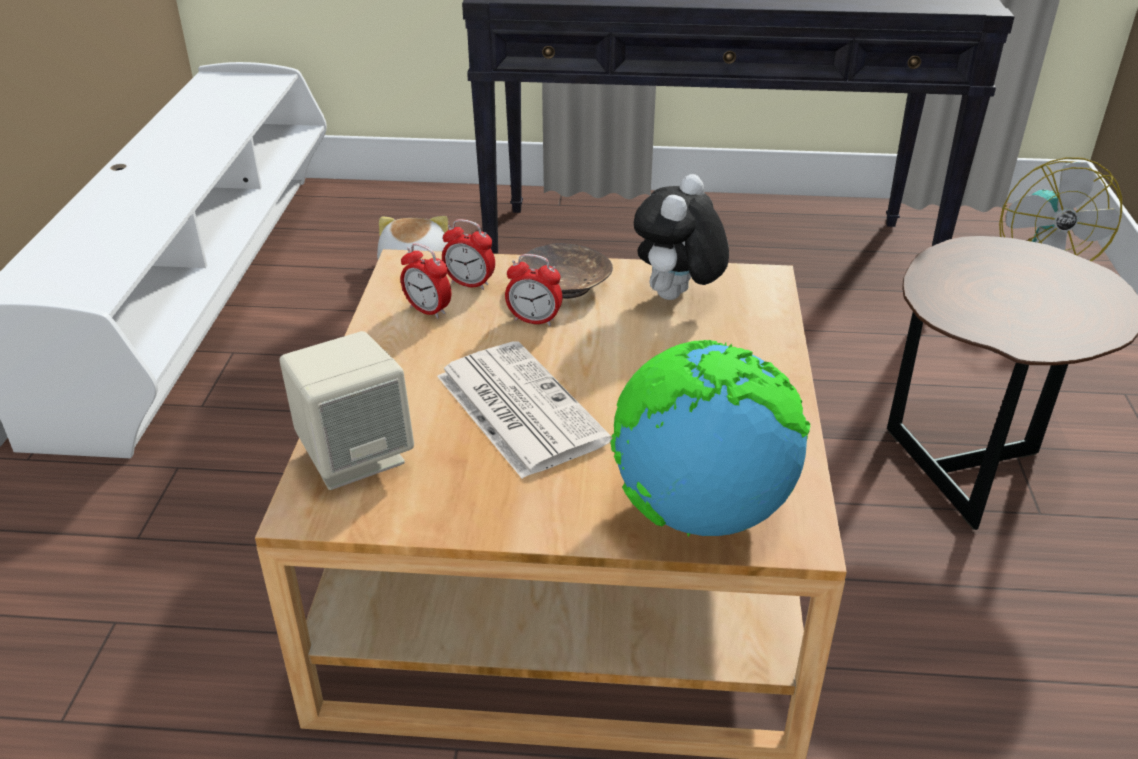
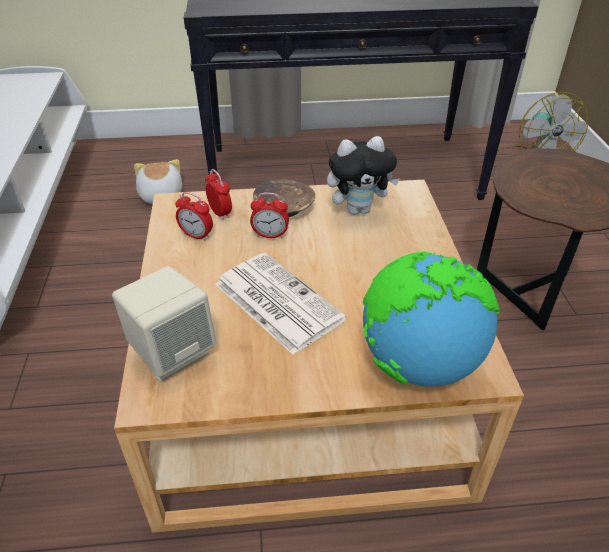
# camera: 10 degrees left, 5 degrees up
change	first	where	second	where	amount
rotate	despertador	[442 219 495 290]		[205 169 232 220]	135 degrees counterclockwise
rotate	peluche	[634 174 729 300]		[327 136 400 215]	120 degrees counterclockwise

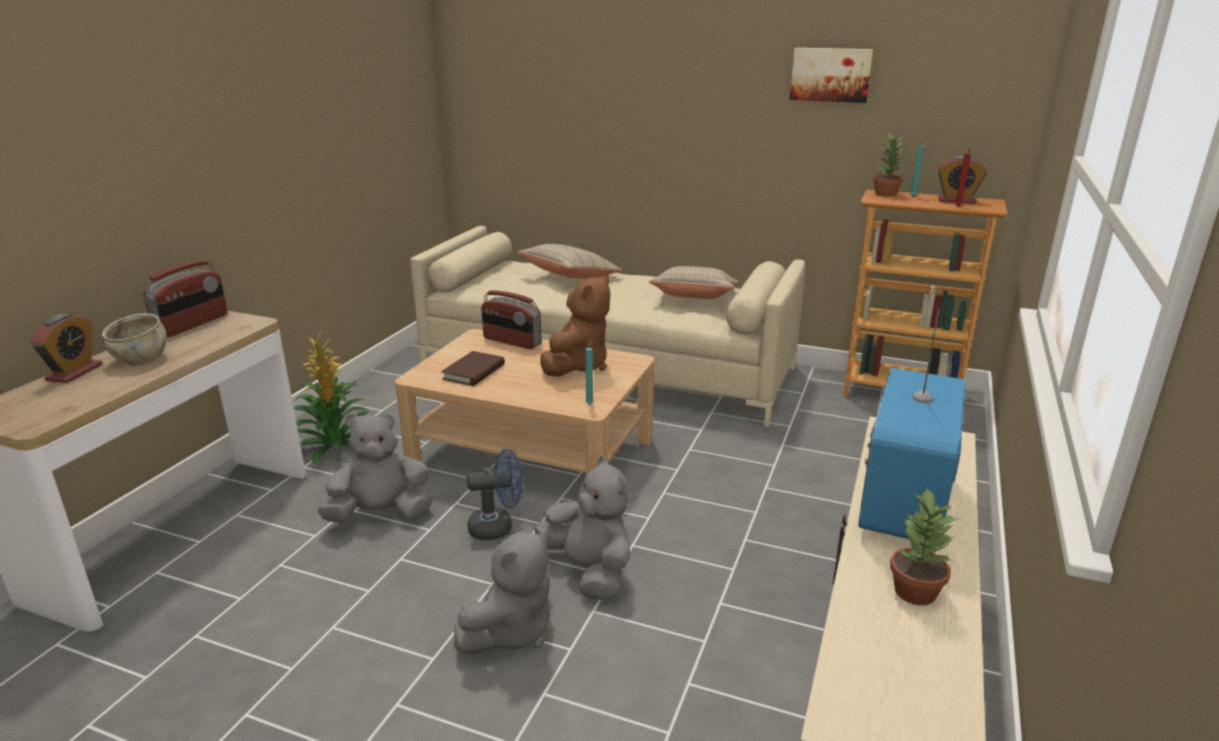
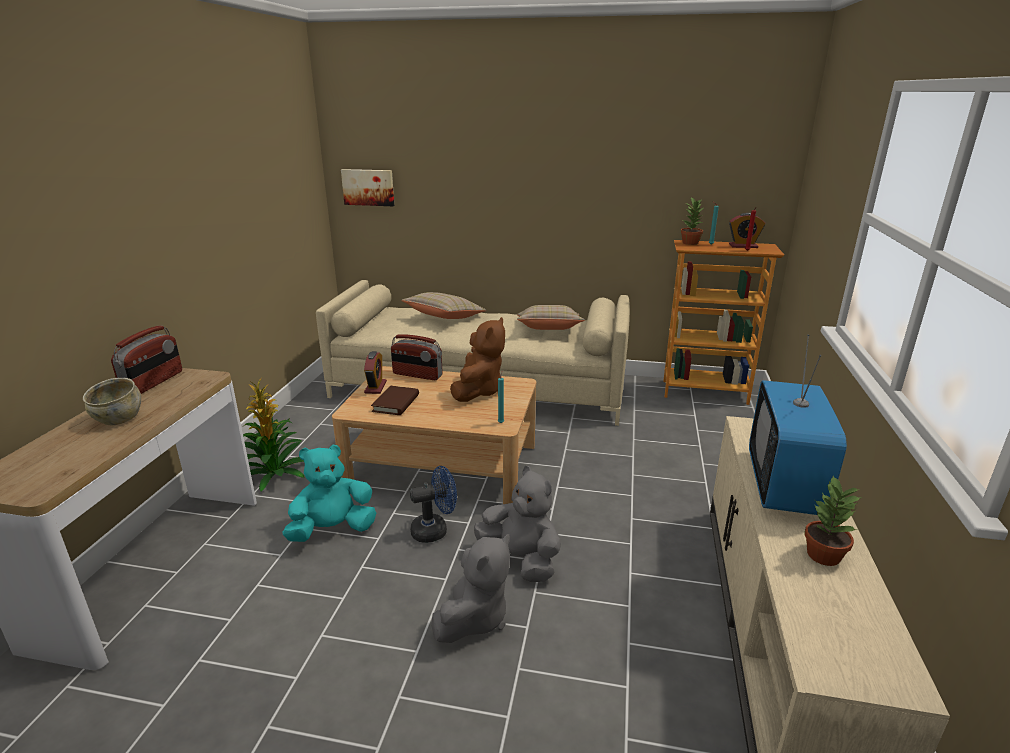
# camera: 10 degrees left, 0 degrees up
change	first	where	second	where	amount
move	despertador	[31 314 103 383]		[364 351 387 394]	
move	cuadro	[790 48 873 103]		[341 169 394 206]	
recolor	peluche (gris)	[318 412 433 523]	peluche (turquesa)	[283 444 376 542]	

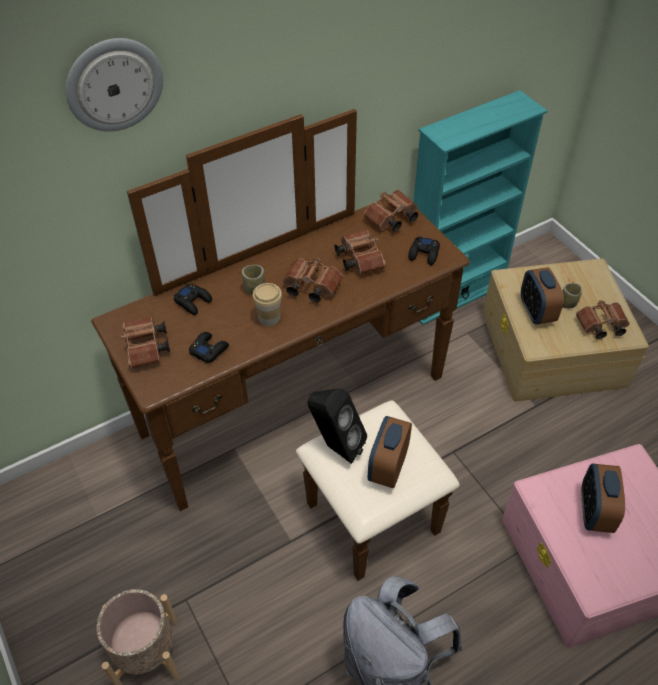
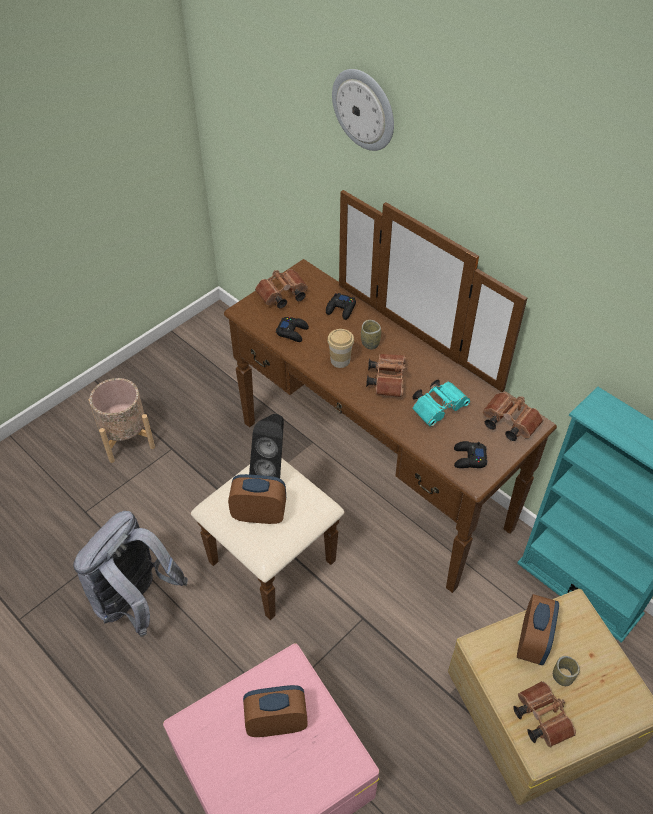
# camera: 75 degrees right, 0 degrees up
change	first	where	second	where	amount
recolor	prismáticos (marrón)	[335 229 386 274]	prismáticos (turquesa)	[412 379 470 426]	
rotate	despertador	[521 267 564 325]		[517 594 559 665]	135 degrees clockwise

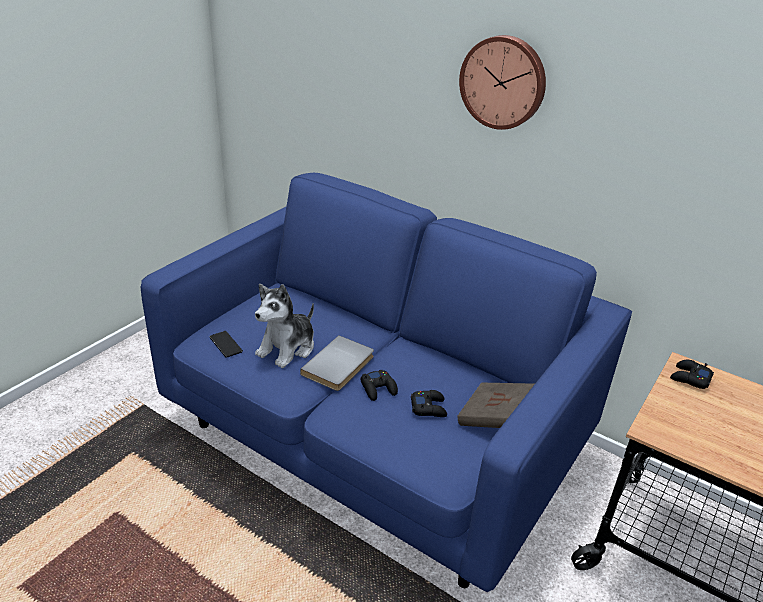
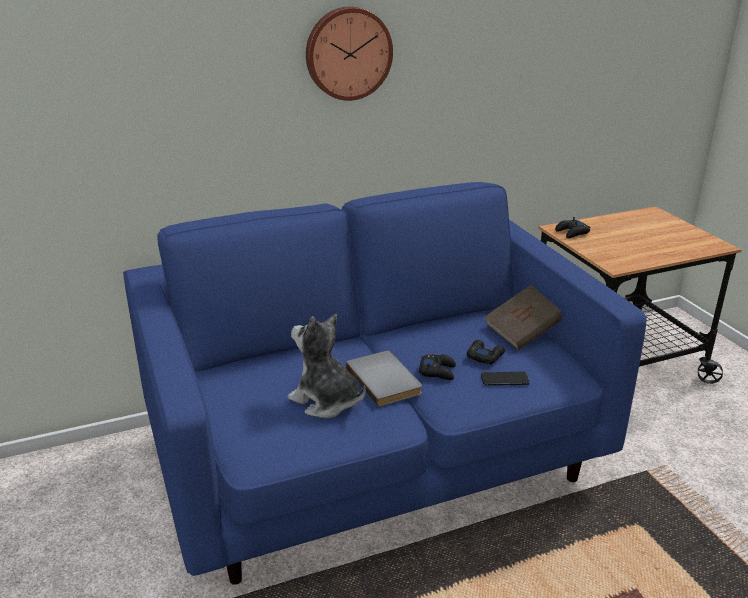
# camera: 55 degrees left, 5 degrees down
change	first	where	second	where	amount
move	móvil	[210 331 243 358]		[481 372 530 386]	
rotate	peluche	[255 284 314 368]		[287 314 366 418]	150 degrees clockwise

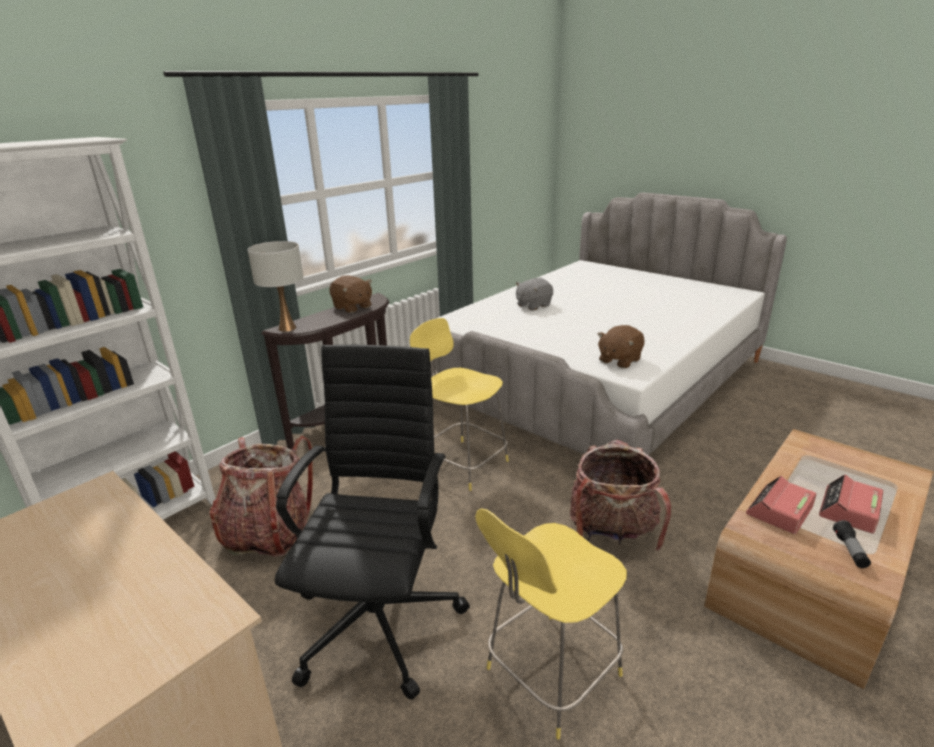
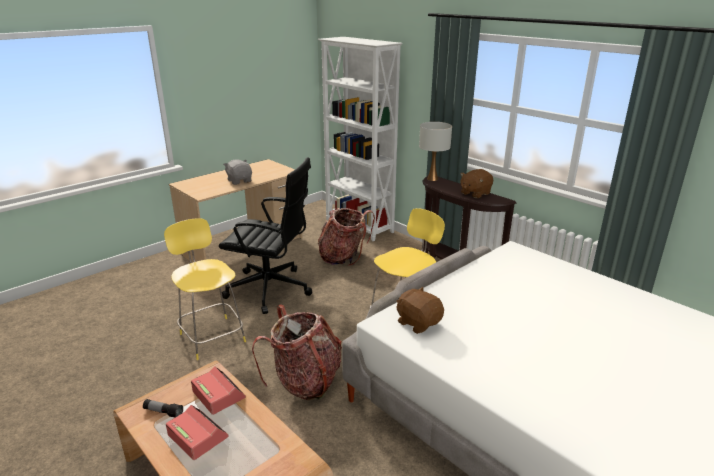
# camera: 95 degrees right, 0 degrees up
change	first	where	second	where	amount
move	peluche (gris)	[516 278 553 310]		[223 159 252 185]	

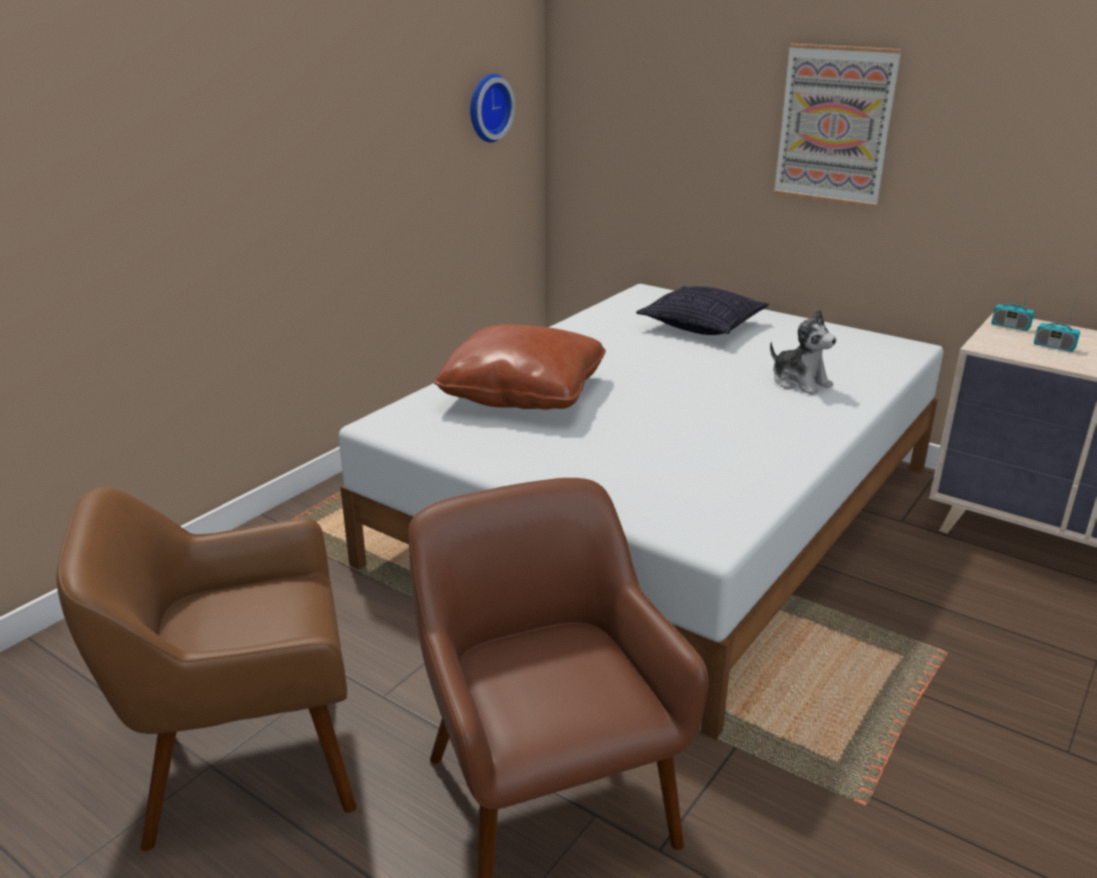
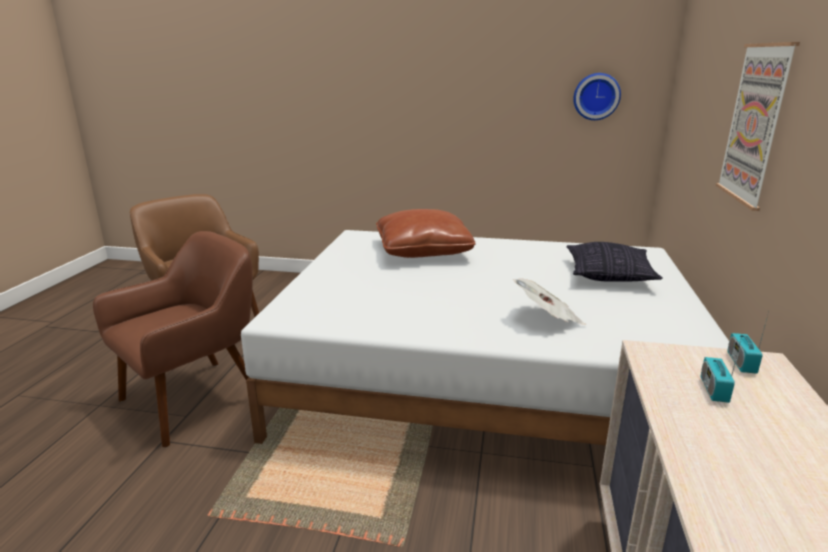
# camera: 65 degrees right, 5 degrees down
change	first	where	second	where	amount
replace	peluche	[770 309 837 395]	periódico	[512 278 586 325]	

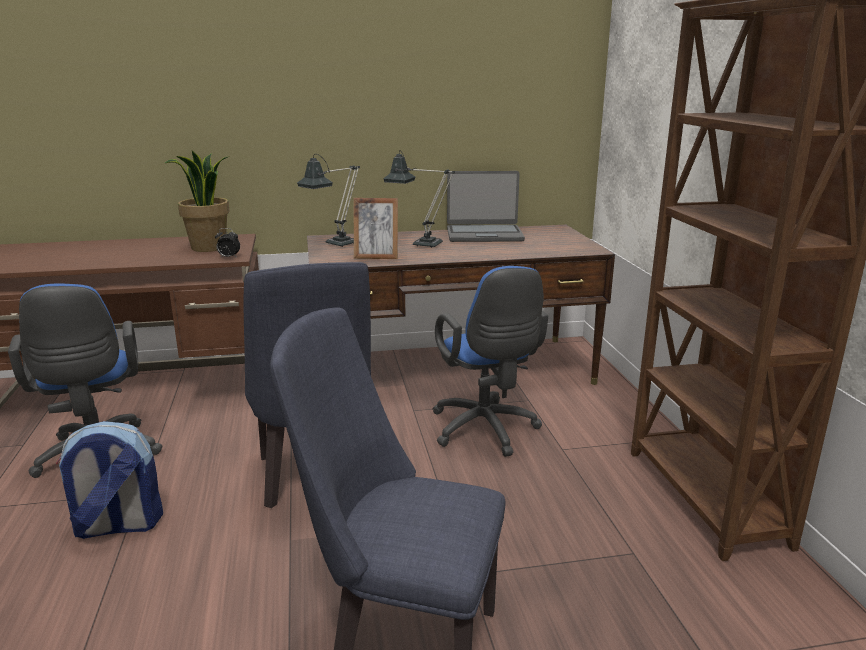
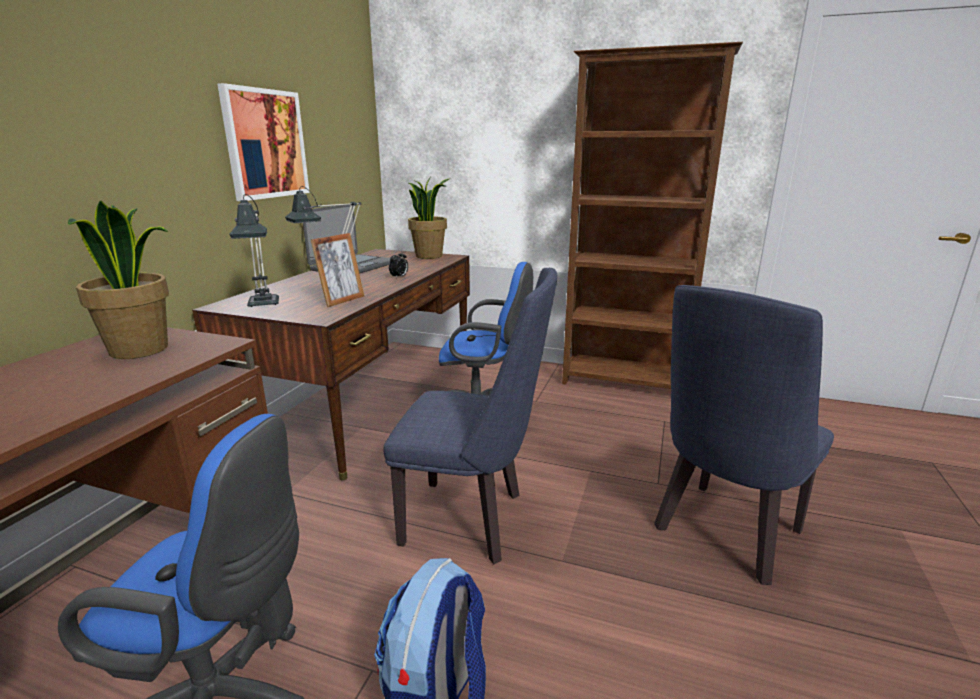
# camera: 60 degrees left, 0 degrees up
change	first	where	second	where	amount
insert			cuadro	[217 83 310 201]	
insert			planta en maceta	[408 178 451 259]	
move	despertador	[215 228 240 258]		[389 250 408 278]	

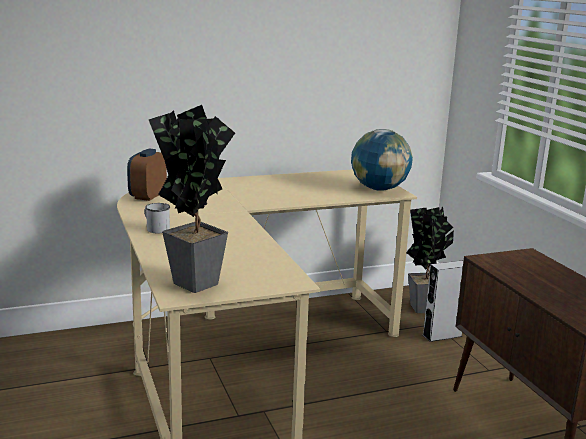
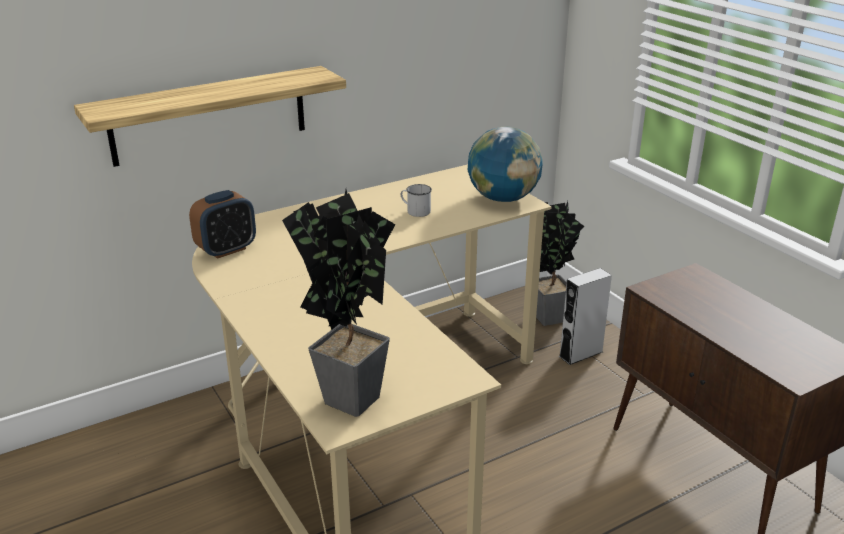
# camera: 10 degrees left, 10 degrees up
change	first	where	second	where	amount
insert			estante	[74 66 346 167]	
move	taza grande (blanco)	[144 203 170 233]		[401 184 432 217]	
rotate	despertador	[127 149 167 201]		[189 190 256 259]	135 degrees counterclockwise

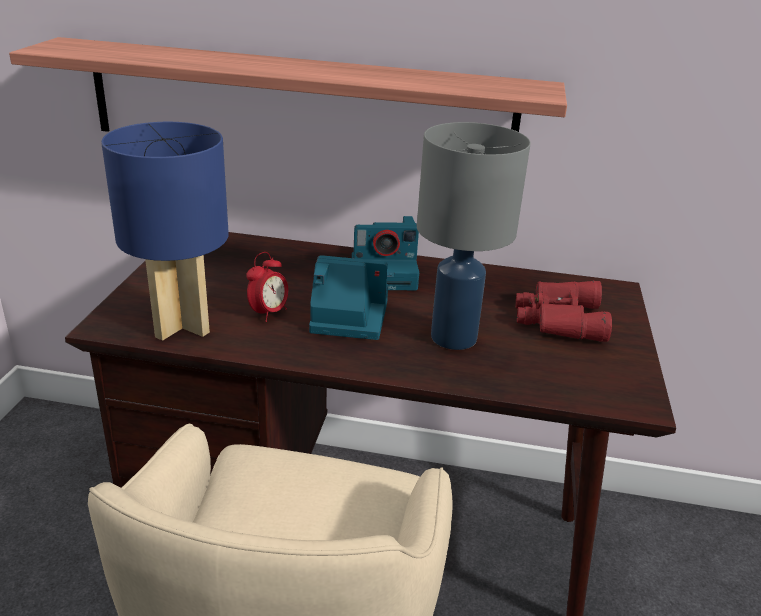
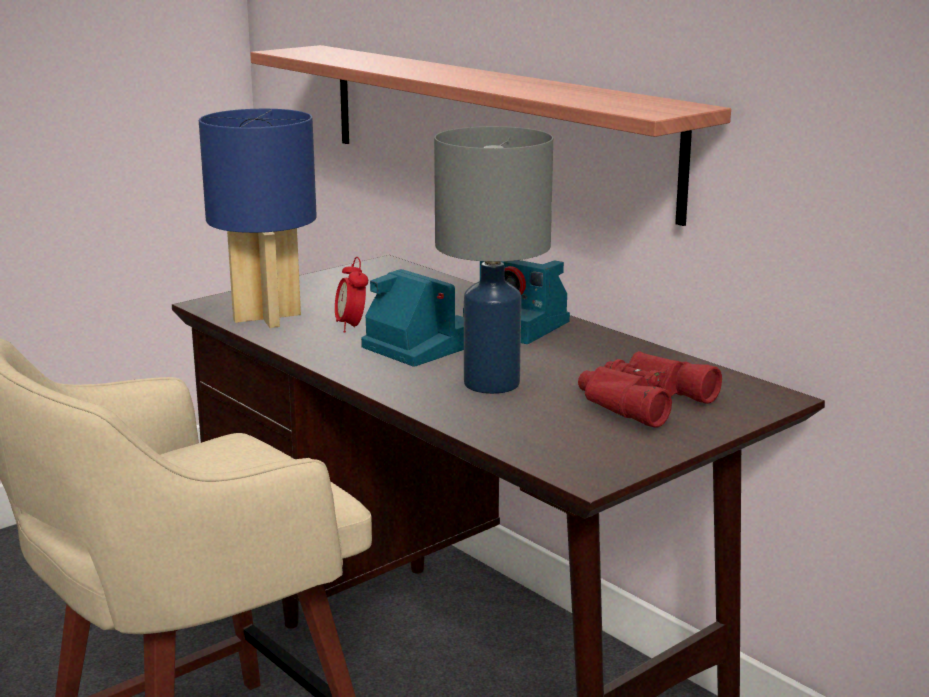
# camera: 40 degrees right, 10 degrees down
change	first	where	second	where	amount
rotate	despertador	[246 252 288 322]		[335 257 368 332]	90 degrees clockwise

